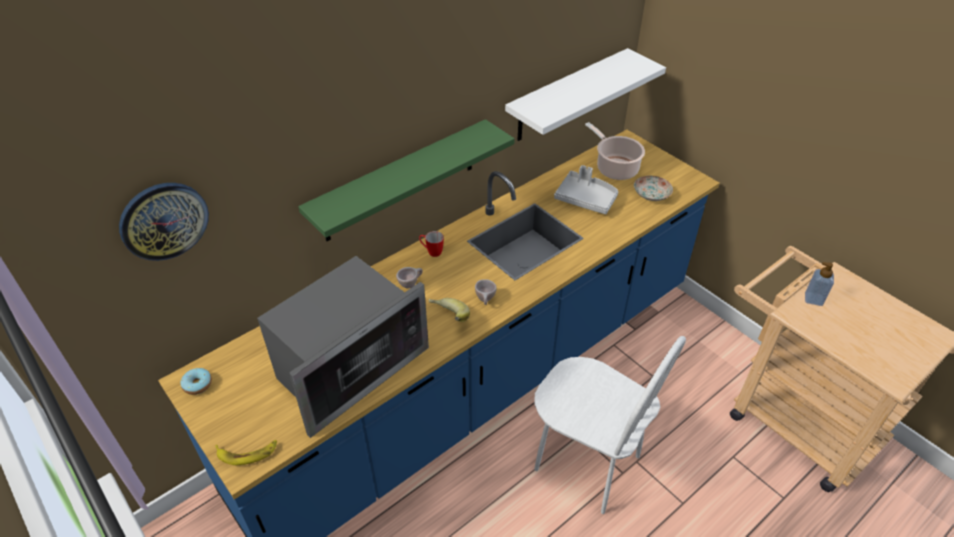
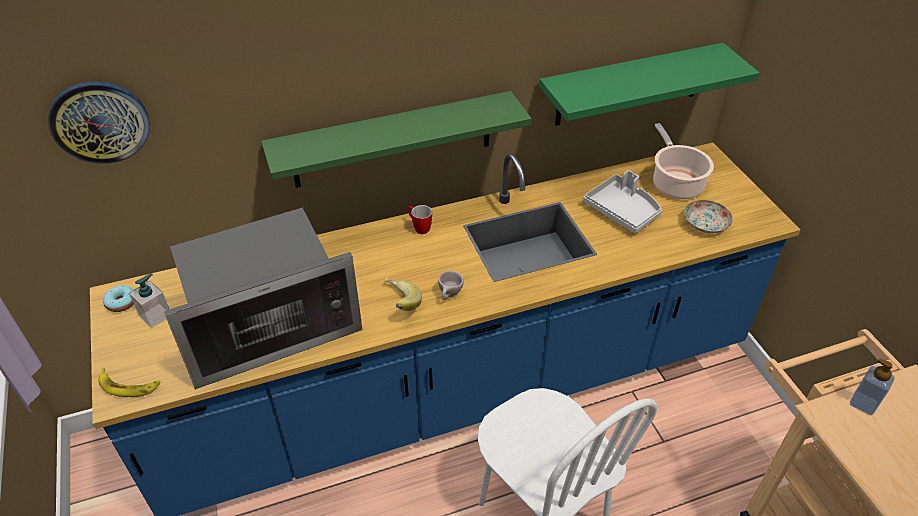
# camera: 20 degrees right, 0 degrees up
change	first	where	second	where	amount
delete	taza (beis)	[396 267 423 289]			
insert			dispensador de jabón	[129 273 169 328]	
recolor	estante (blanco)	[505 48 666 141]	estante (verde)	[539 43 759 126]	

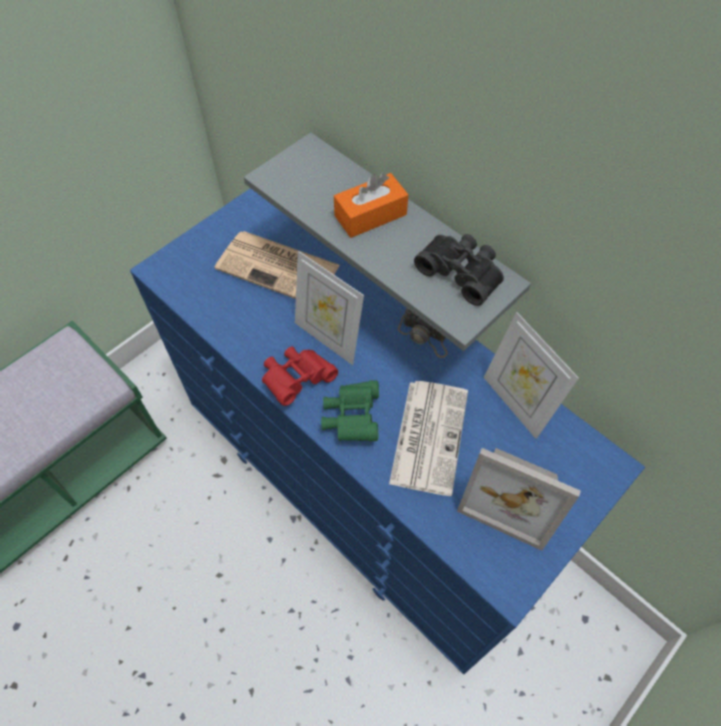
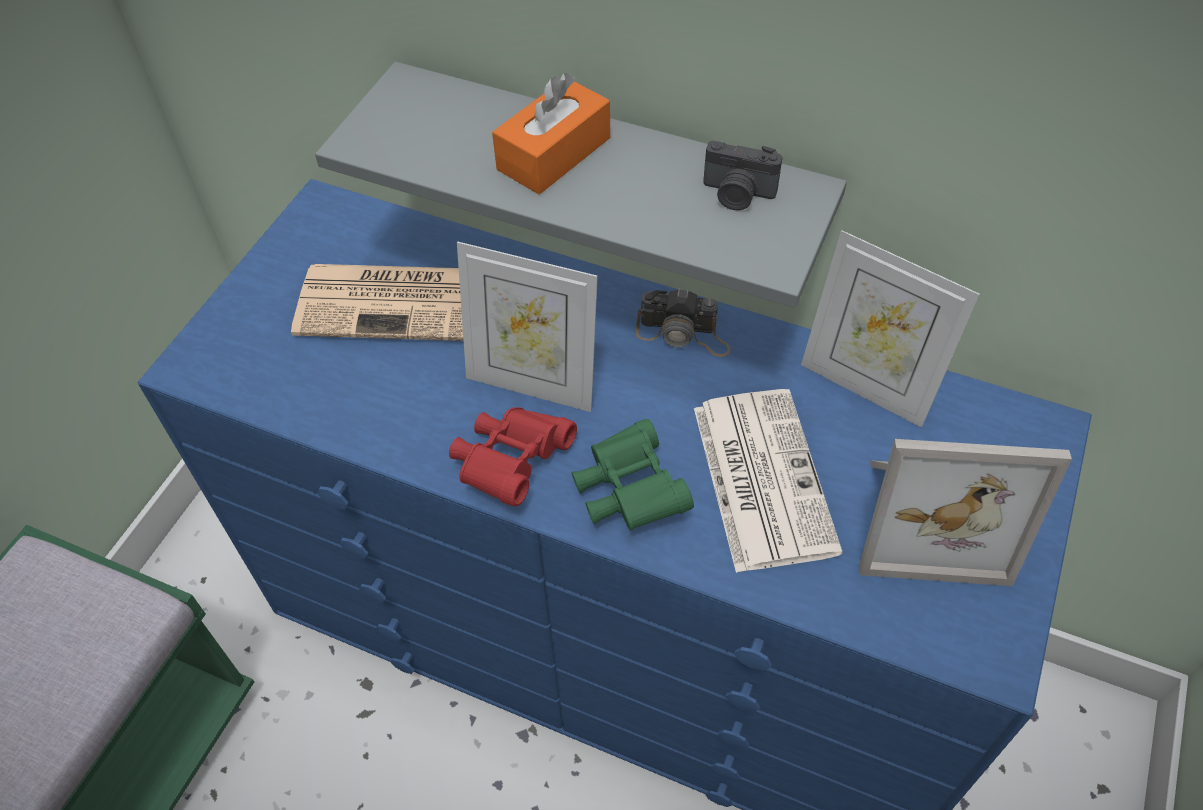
# camera: 20 degrees left, 5 degrees down
change	first	where	second	where	amount
replace	prismáticos (negro)	[414 234 504 306]	cámara	[703 141 783 210]	

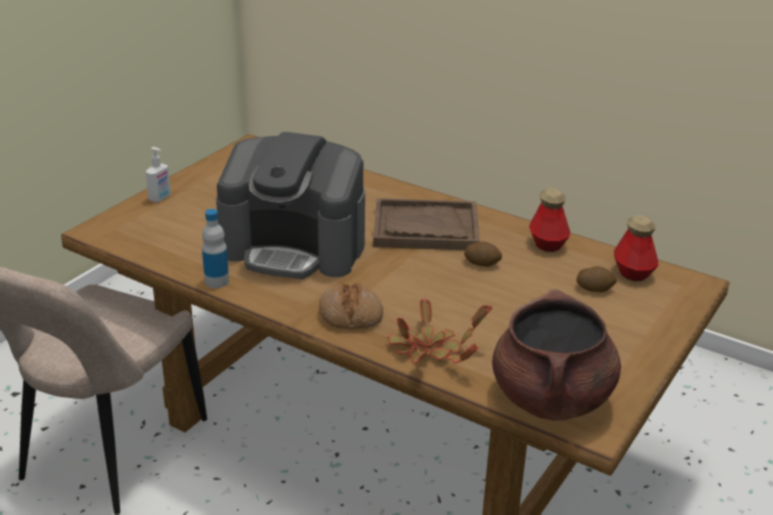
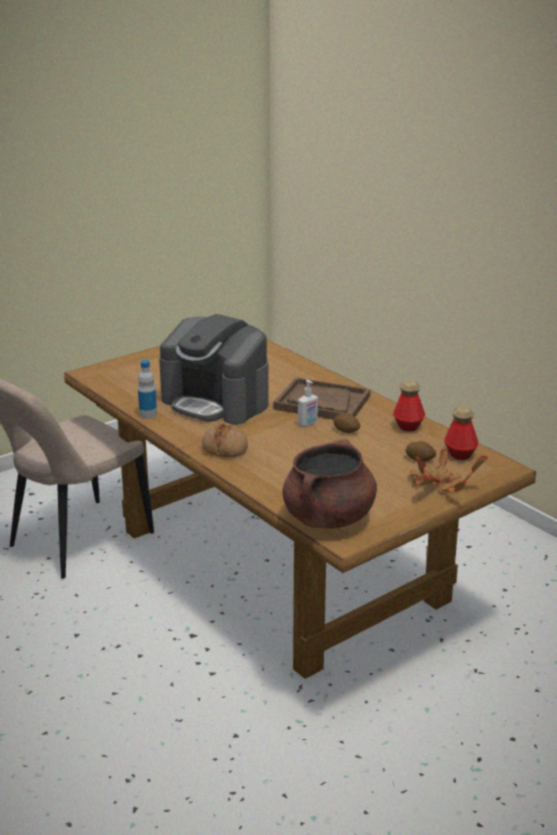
# camera: 20 degrees right, 5 degrees down
change	first	where	second	where	amount
move	dispensador de jabón	[145 147 171 202]		[298 380 318 427]	
move	planta en maceta	[387 299 492 364]		[409 449 488 493]	

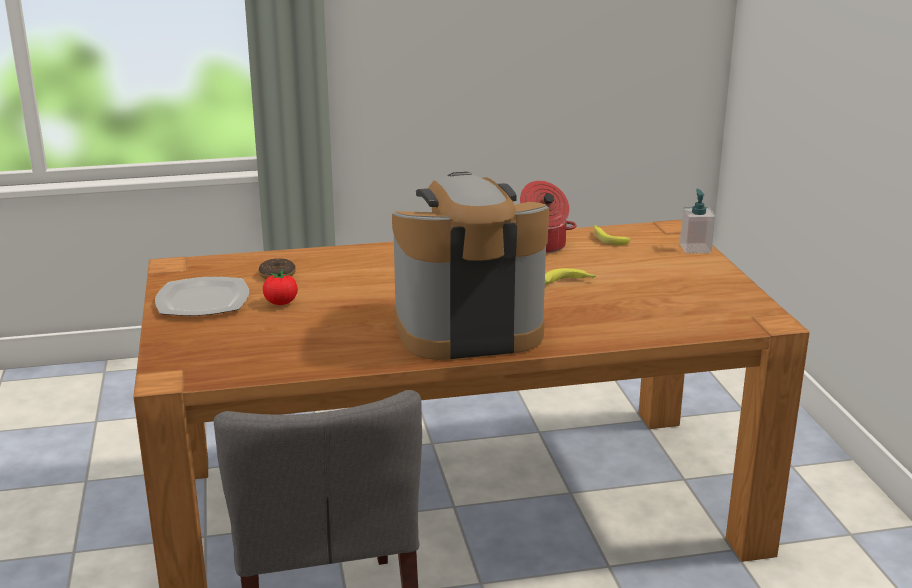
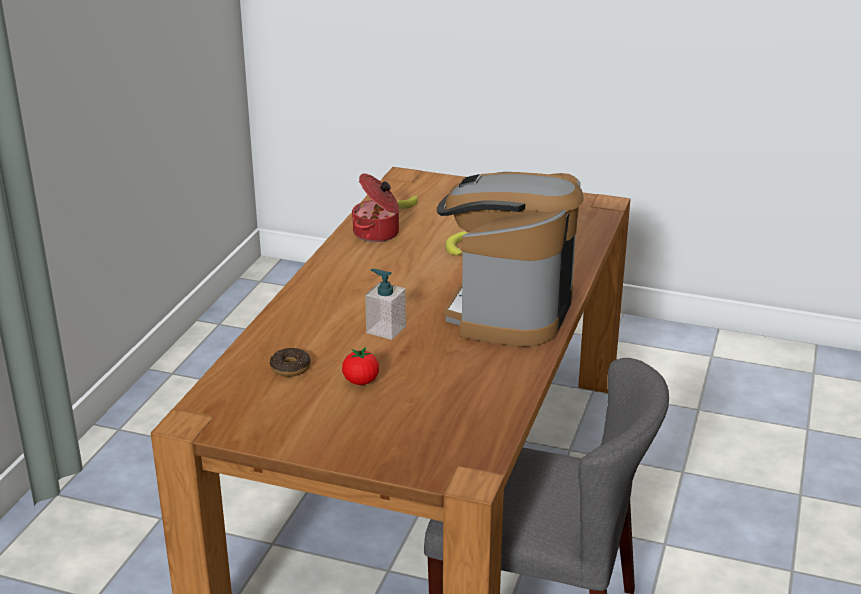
# camera: 60 degrees left, 5 degrees up
change	first	where	second	where	amount
delete	plato	[155 277 249 316]			
move	dispensador de jabón	[680 189 716 254]		[365 269 406 340]	

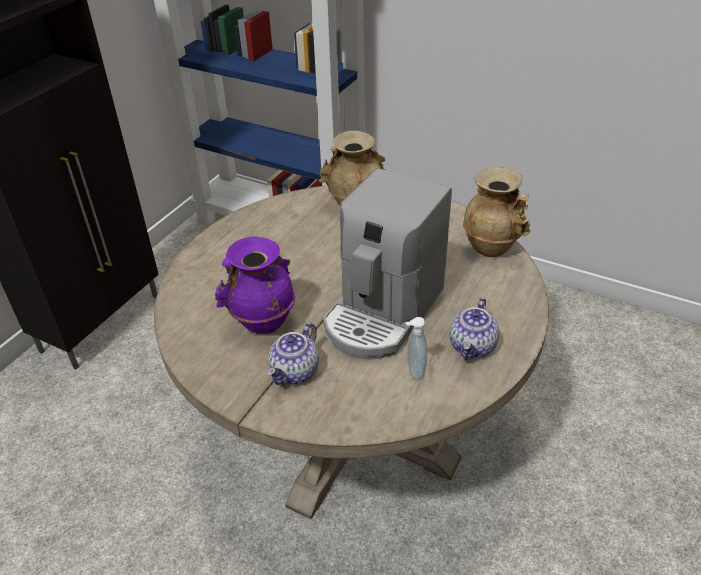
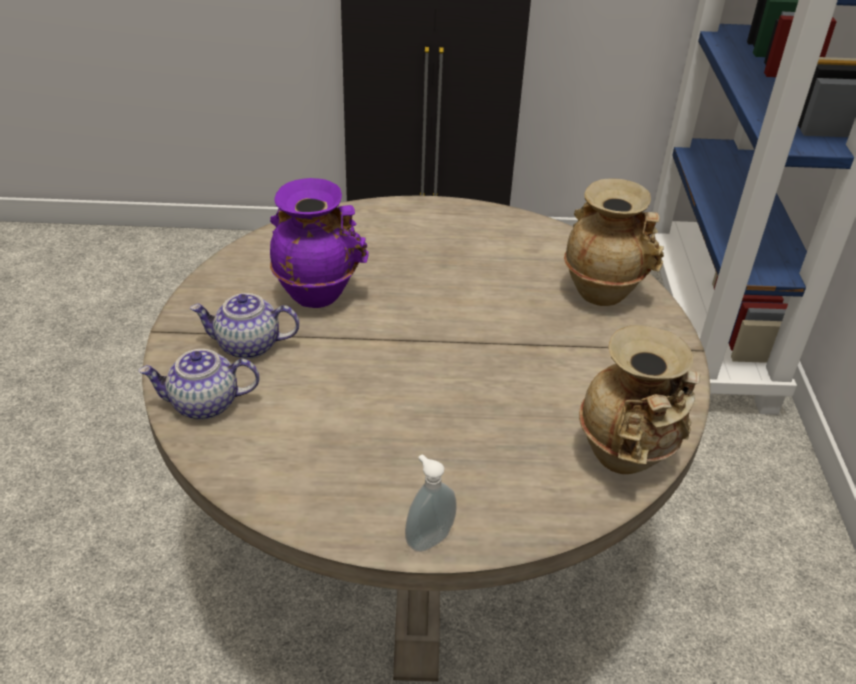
# camera: 60 degrees right, 0 degrees up
change	first	where	second	where	amount
delete	cafetera	[323 168 452 360]			
move	dispensador de jabón	[405 317 427 380]		[405 454 457 552]	
move	tetera	[449 298 499 360]		[138 349 259 420]	

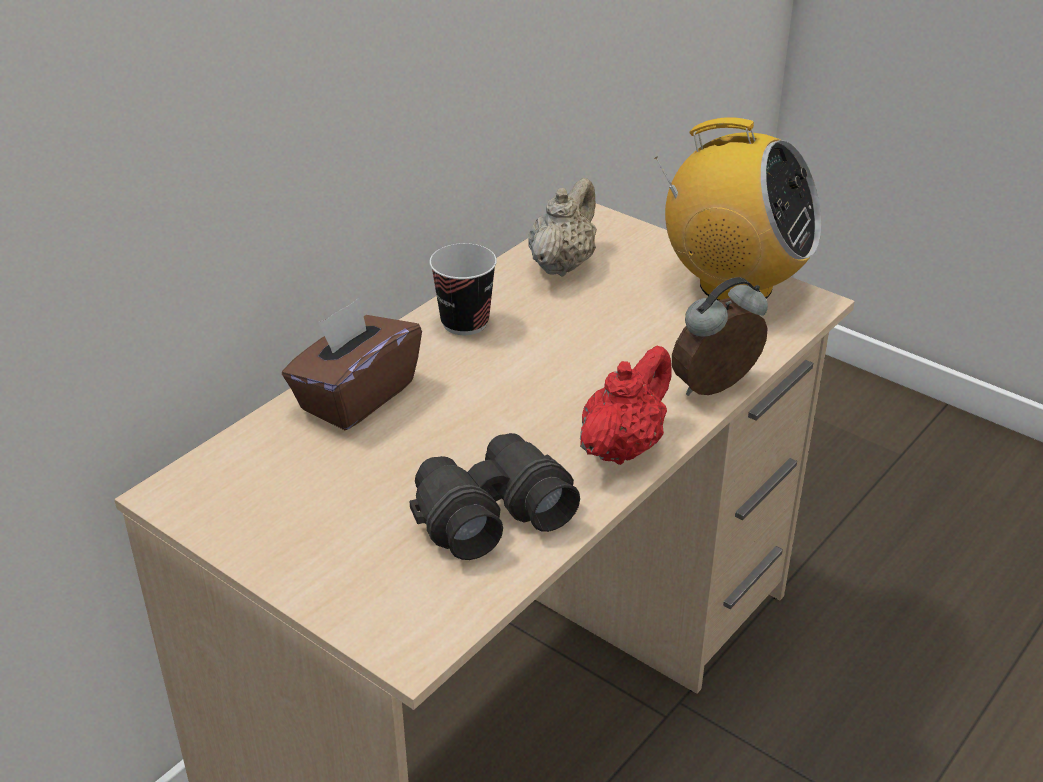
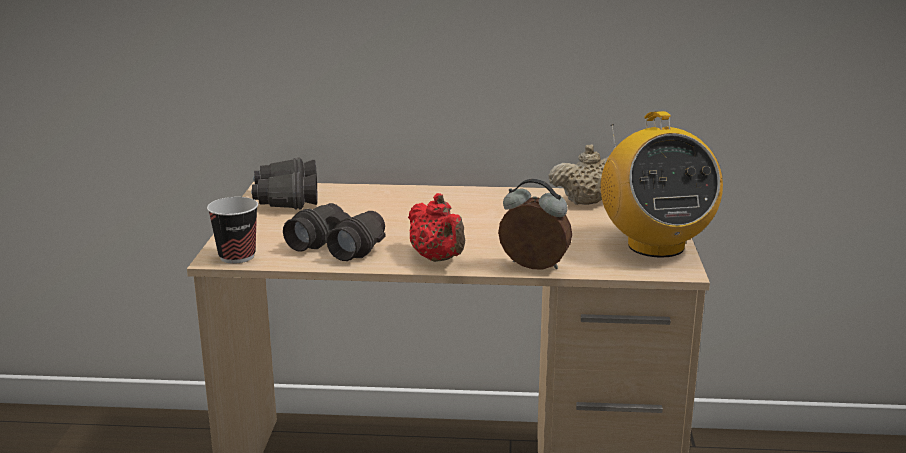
# camera: 55 degrees right, 15 degrees down
change	first	where	second	where	amount
delete	caja de pañuelos (marrón)	[282 298 422 430]			
insert			prismáticos (negro)	[251 157 318 209]	
move	taza	[429 243 497 335]		[207 197 258 264]	
rotate	tetera (rojo)	[580 346 672 465]		[408 193 465 262]	60 degrees clockwise

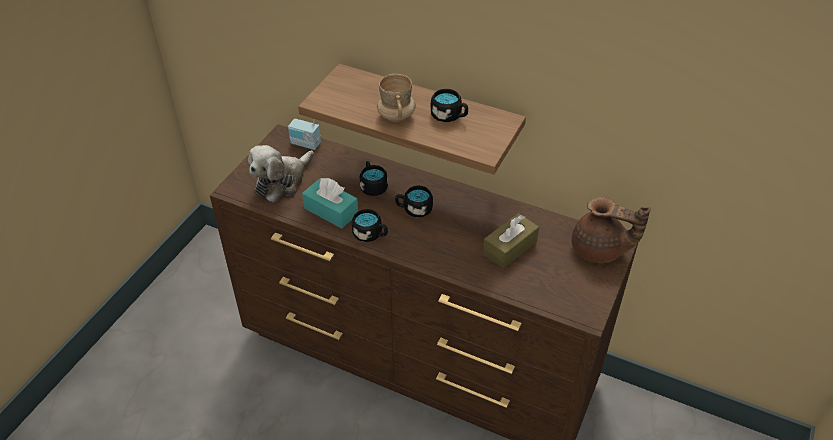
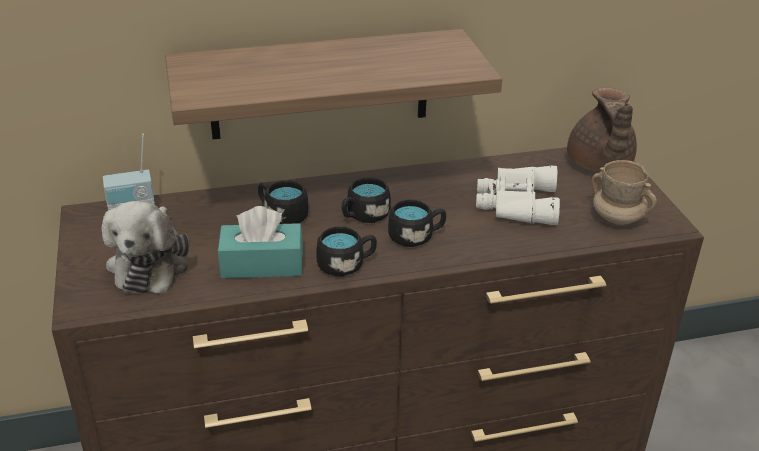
# camera: 40 degrees left, 10 degrees down
change	first	where	second	where	amount
move	taza grande (beis)	[377 74 416 122]		[591 160 657 227]	
move	taza grande (negro)	[431 89 468 122]		[388 199 446 247]	
replace	caja de pañuelos (marrón)	[483 213 539 269]	prismáticos (blanco)	[476 165 560 225]	
rotate	tetera (marrón)	[572 197 651 263]		[567 87 637 173]	105 degrees clockwise

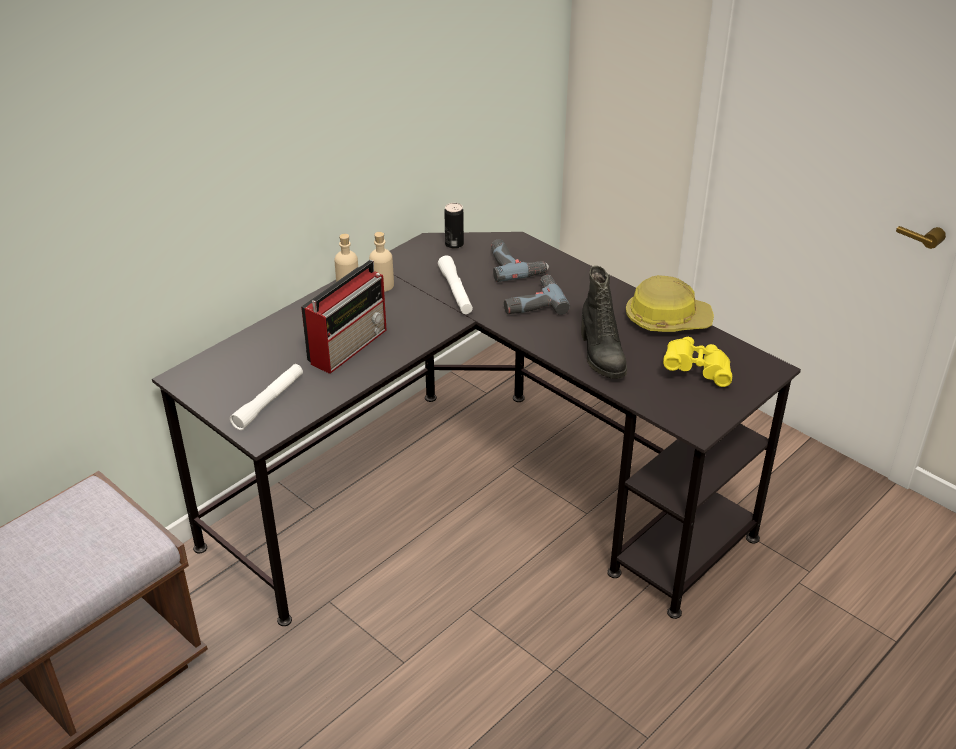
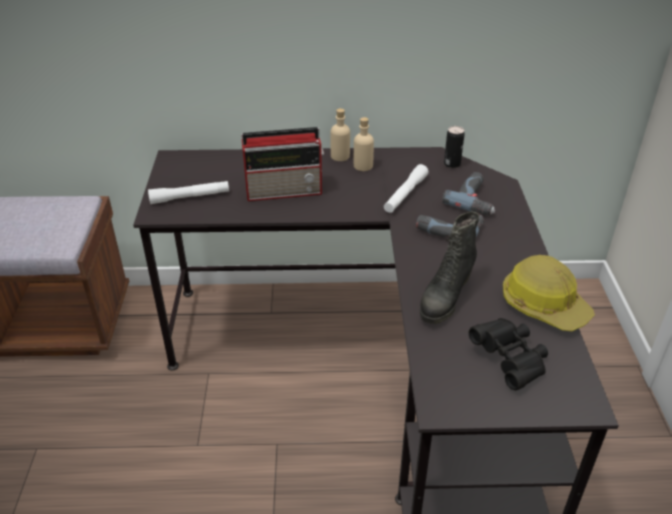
# camera: 45 degrees right, 0 degrees up
change	first	where	second	where	amount
recolor	prismáticos (amarillo)	[663 337 732 387]	prismáticos (negro)	[469 318 548 390]	

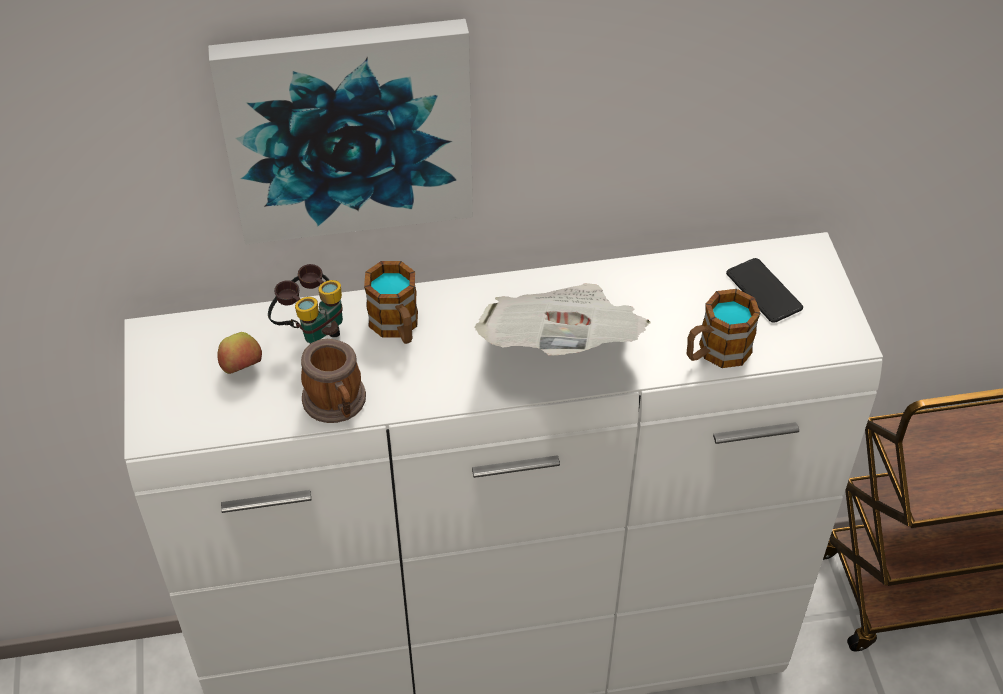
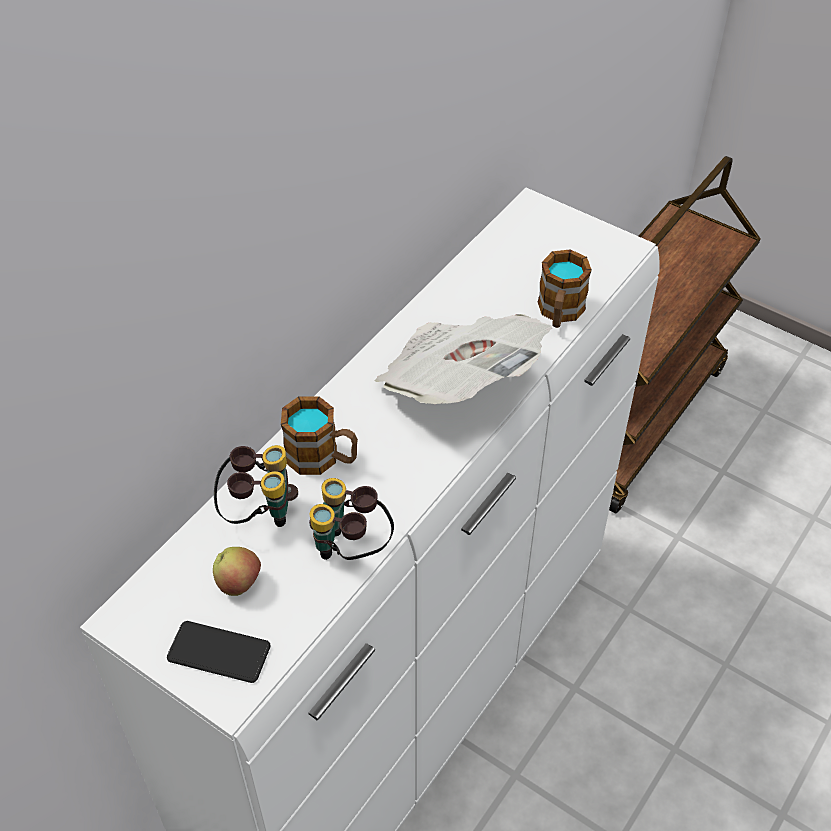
# camera: 45 degrees left, 0 degrees up
change	first	where	second	where	amount
delete	cuadro	[208 19 473 245]			
move	móvil	[726 258 803 323]		[167 621 271 683]	
replace	taza grande	[301 339 366 423]	prismáticos	[309 478 394 560]	

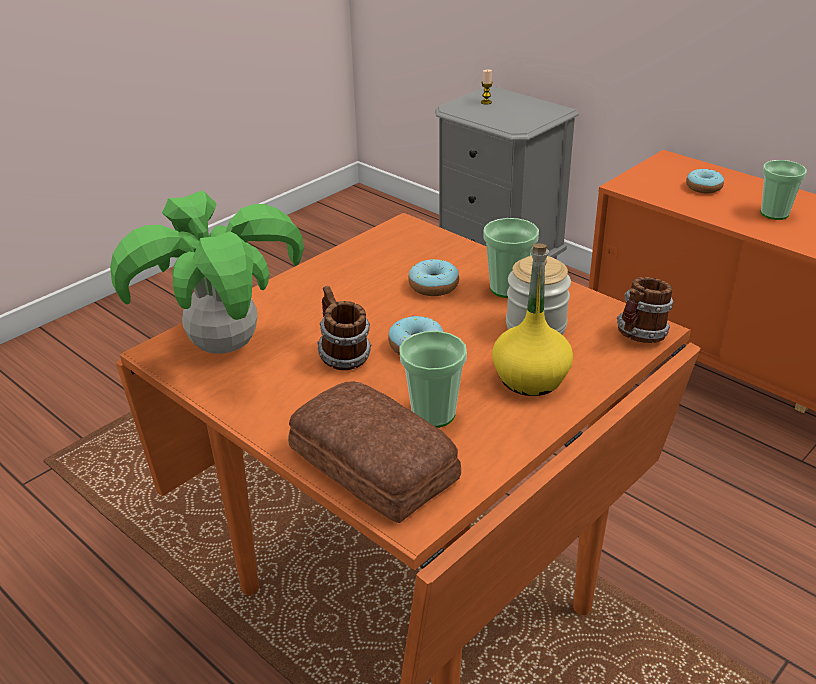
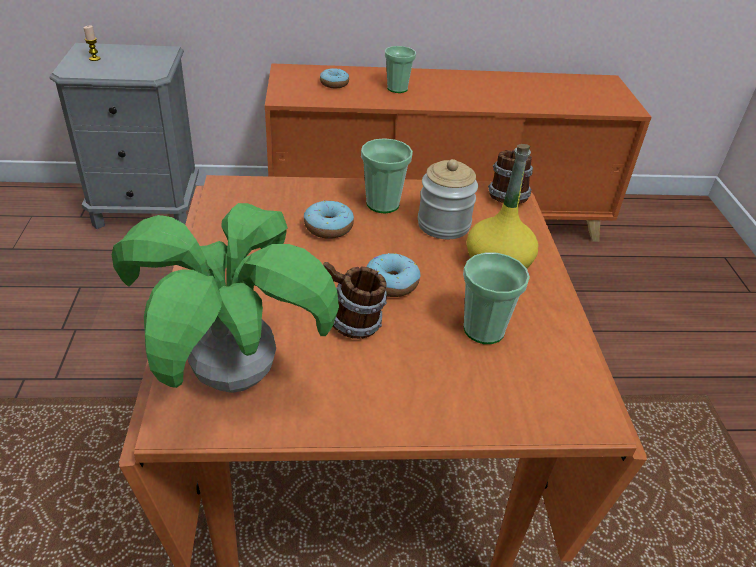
# camera: 50 degrees left, 5 degrees up
change	first	where	second	where	amount
delete	pan	[288 381 461 523]			

